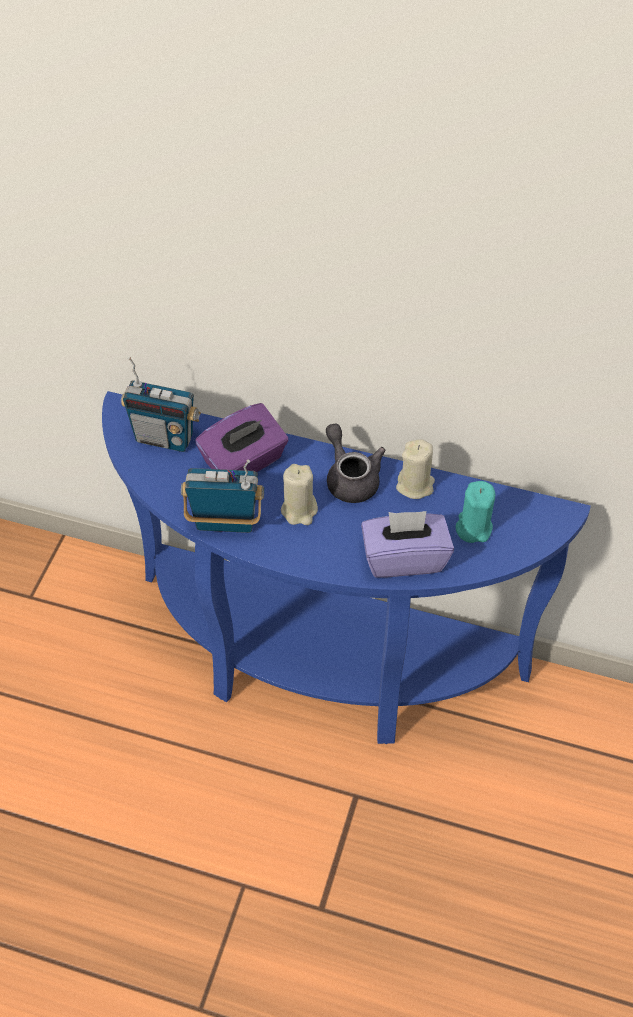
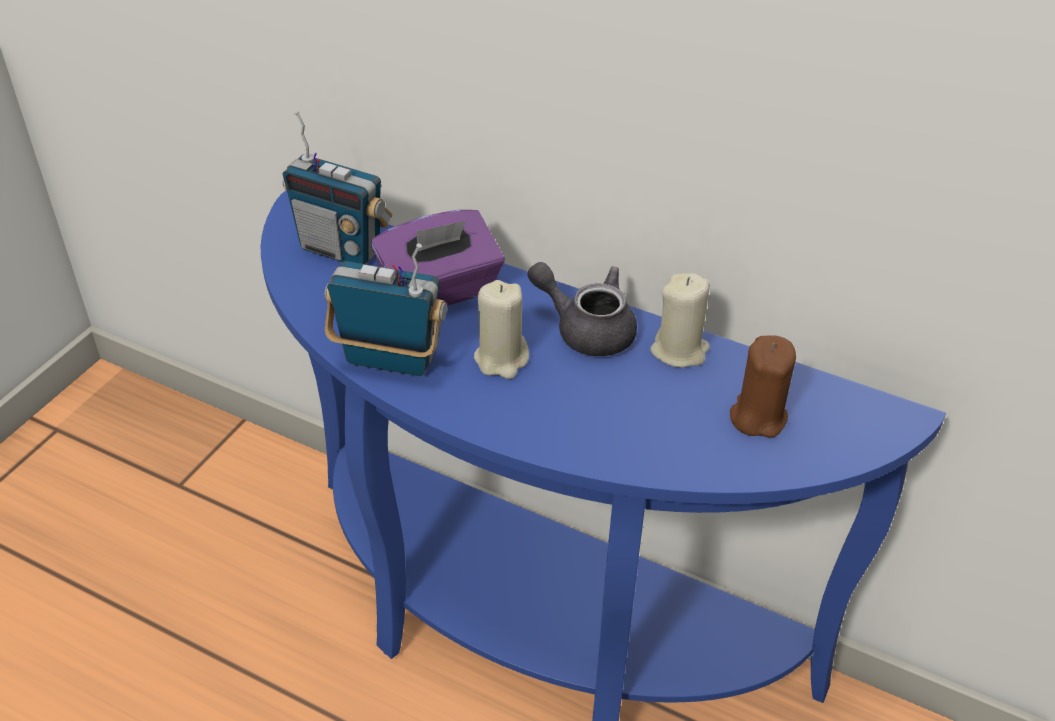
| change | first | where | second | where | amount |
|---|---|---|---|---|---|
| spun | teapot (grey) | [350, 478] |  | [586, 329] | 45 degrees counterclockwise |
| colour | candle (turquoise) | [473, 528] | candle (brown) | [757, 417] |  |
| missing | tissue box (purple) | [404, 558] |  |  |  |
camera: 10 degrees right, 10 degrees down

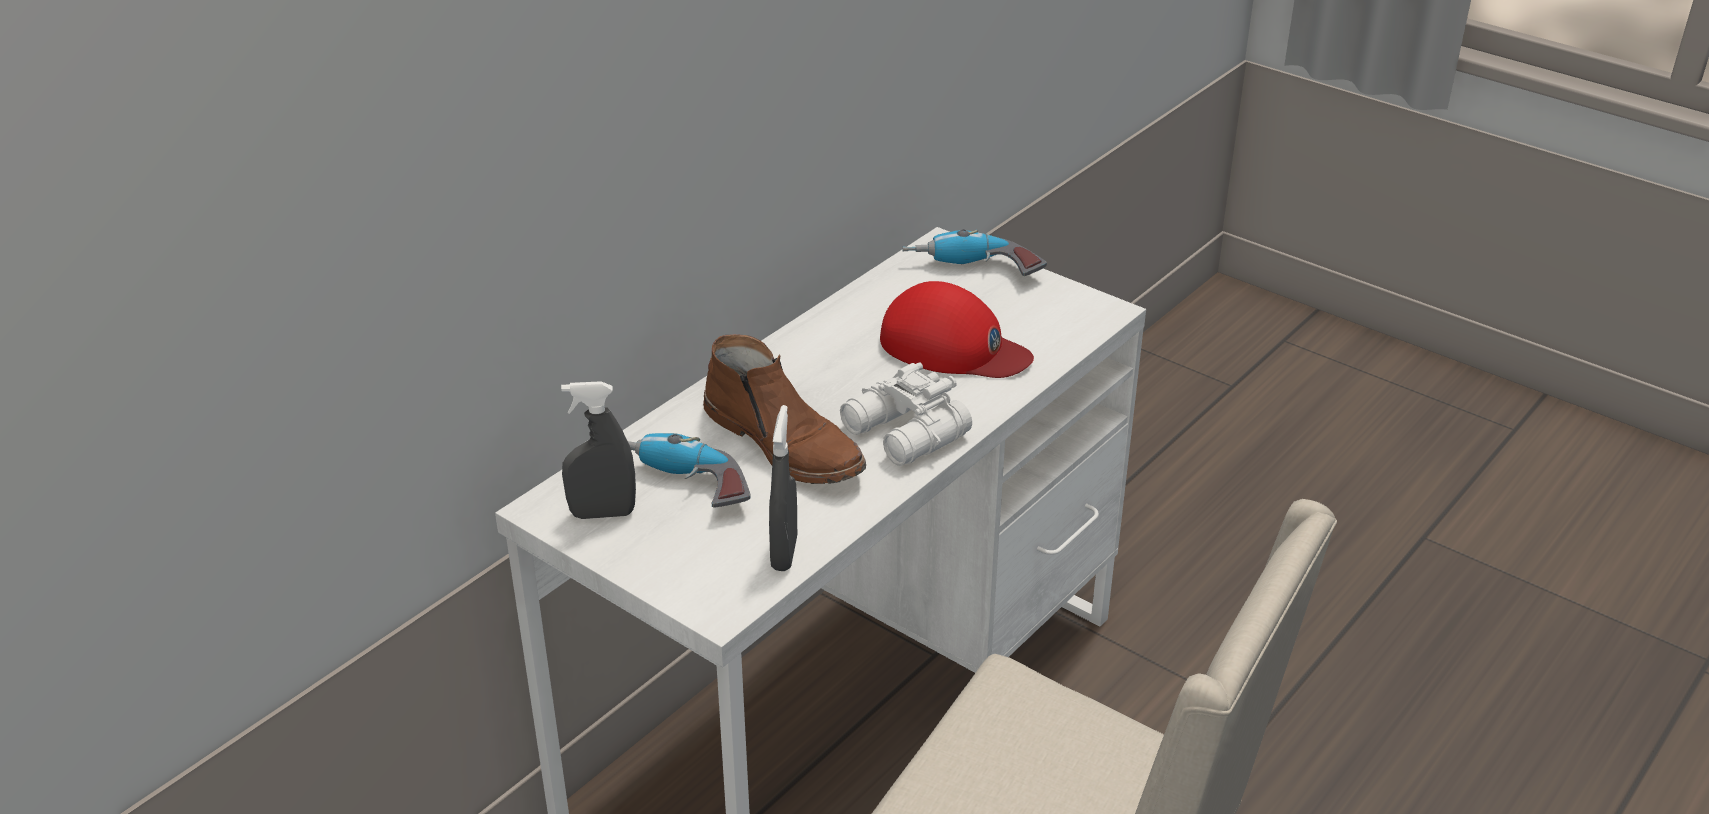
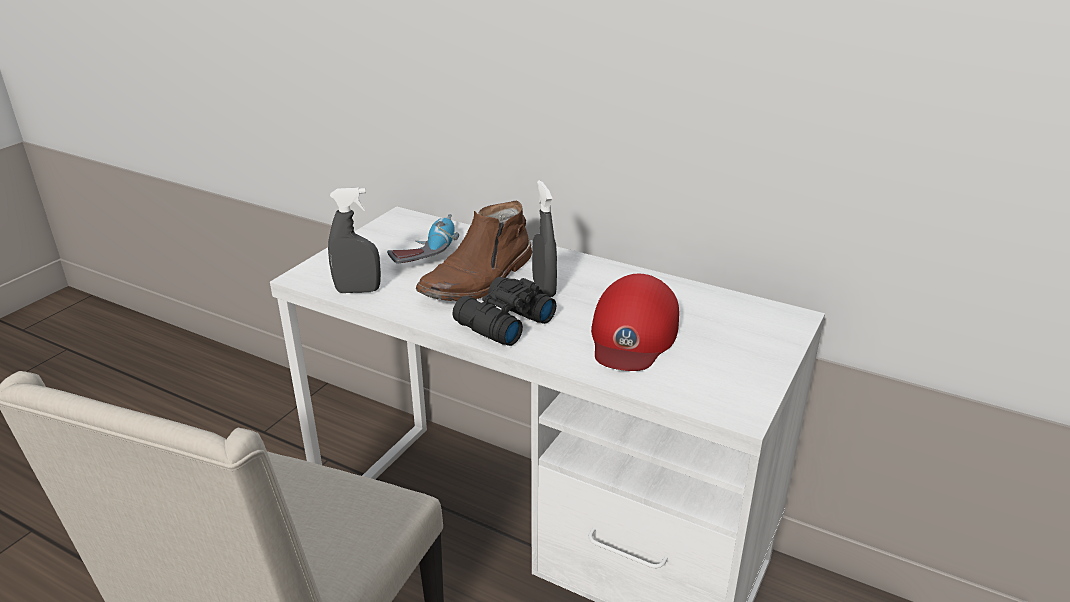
| change | first | where | second | where | amount |
|---|---|---|---|---|---|
| colour | binoculars (white) | [904, 435] | binoculars (black) | [502, 322] |  |
| relocated | spray bottle (grey) | [603, 513] |  | [544, 288] |  |
| missing | power drill | [973, 271] |  |  |  |
camera: 80 degrees right, 5 degrees down

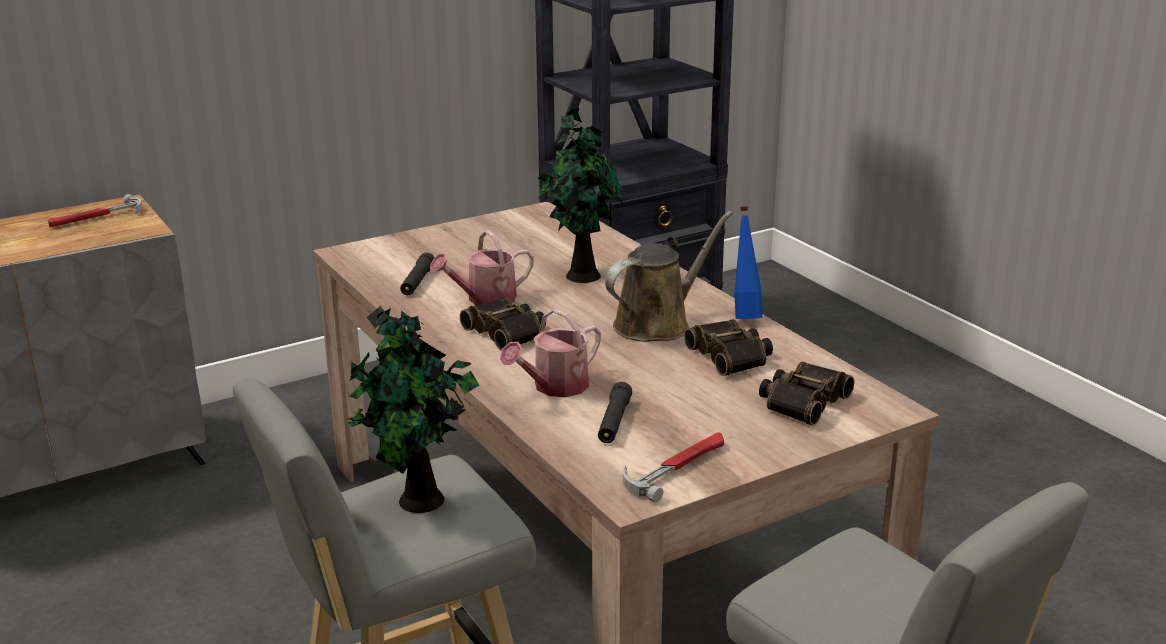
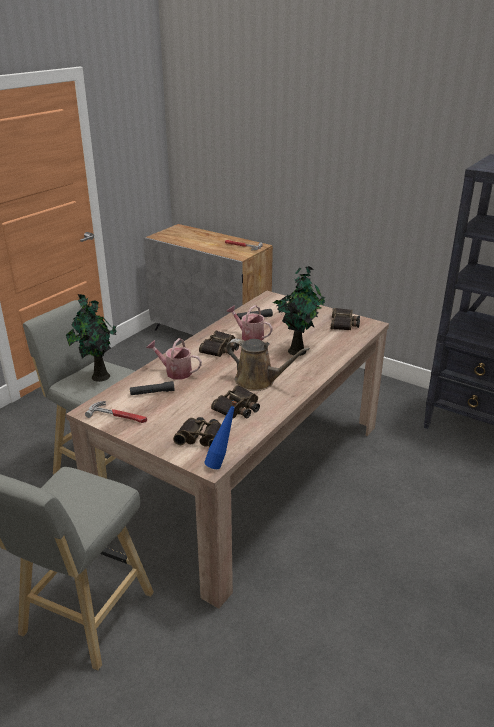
| change | first | where | second | where | amount |
|---|---|---|---|---|---|
| relocated | bottle (blue) | [745, 315] |  | [221, 463] |  |
| appeared |  |  | binoculars | [344, 324] |  |
camera: 65 degrees right, 5 degrees up

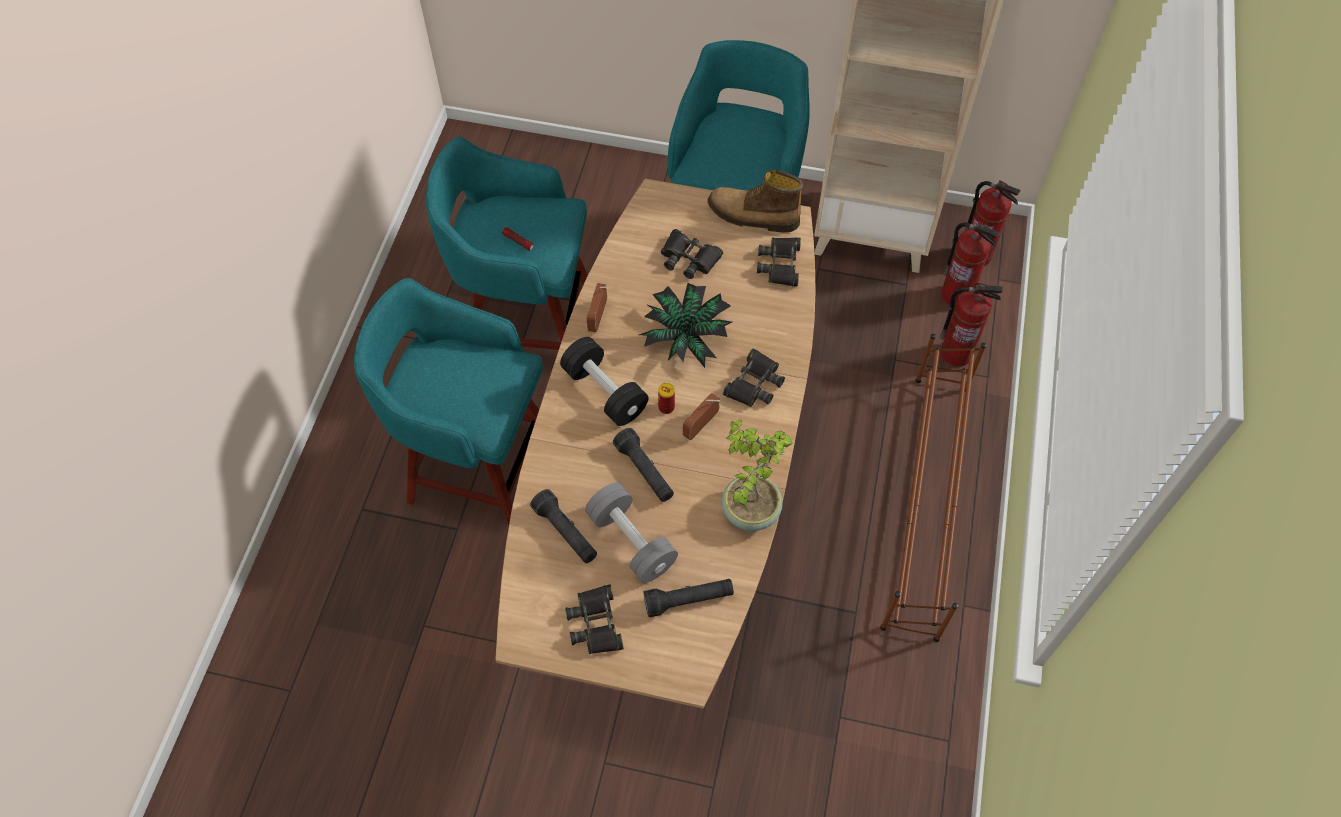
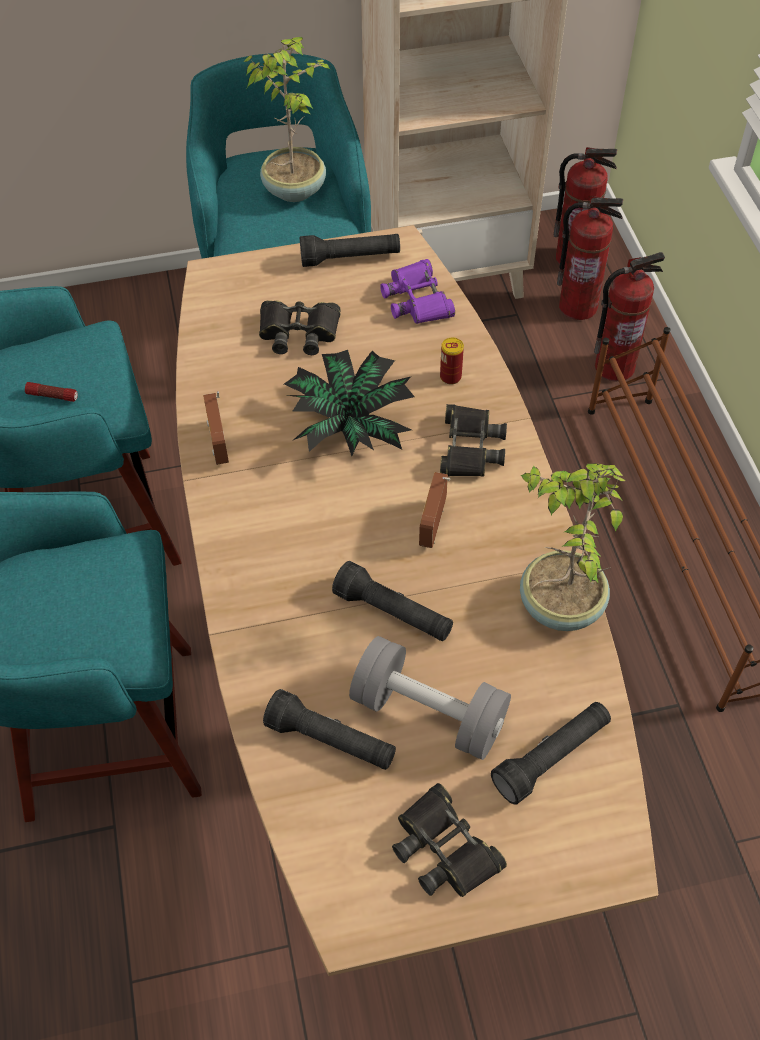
| change | first | where | second | where | amount |
|---|---|---|---|---|---|
| appeared |  |  | potted plant | [295, 189] |  |
| exchanged | boot | [752, 216] | flashlight (black) | [350, 258] |  |
| colour | binoculars (black) | [780, 264] | binoculars (purple) | [417, 300] |  |
| relocated | can | [666, 407] |  | [450, 377] |  |
| missing | dumbbell (black) | [604, 392] |  |  |  |
camera: 25 degrees left, 5 degrees down

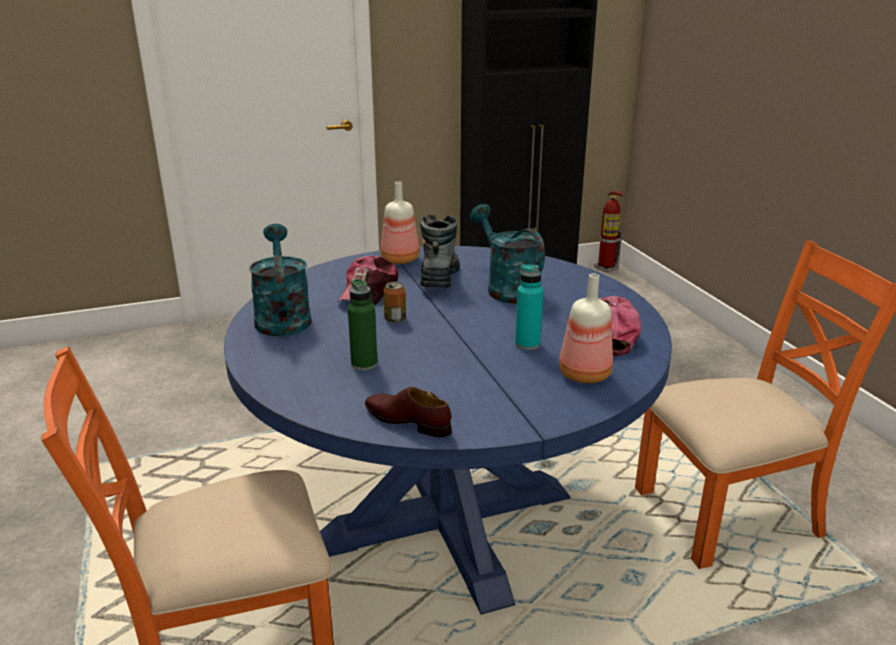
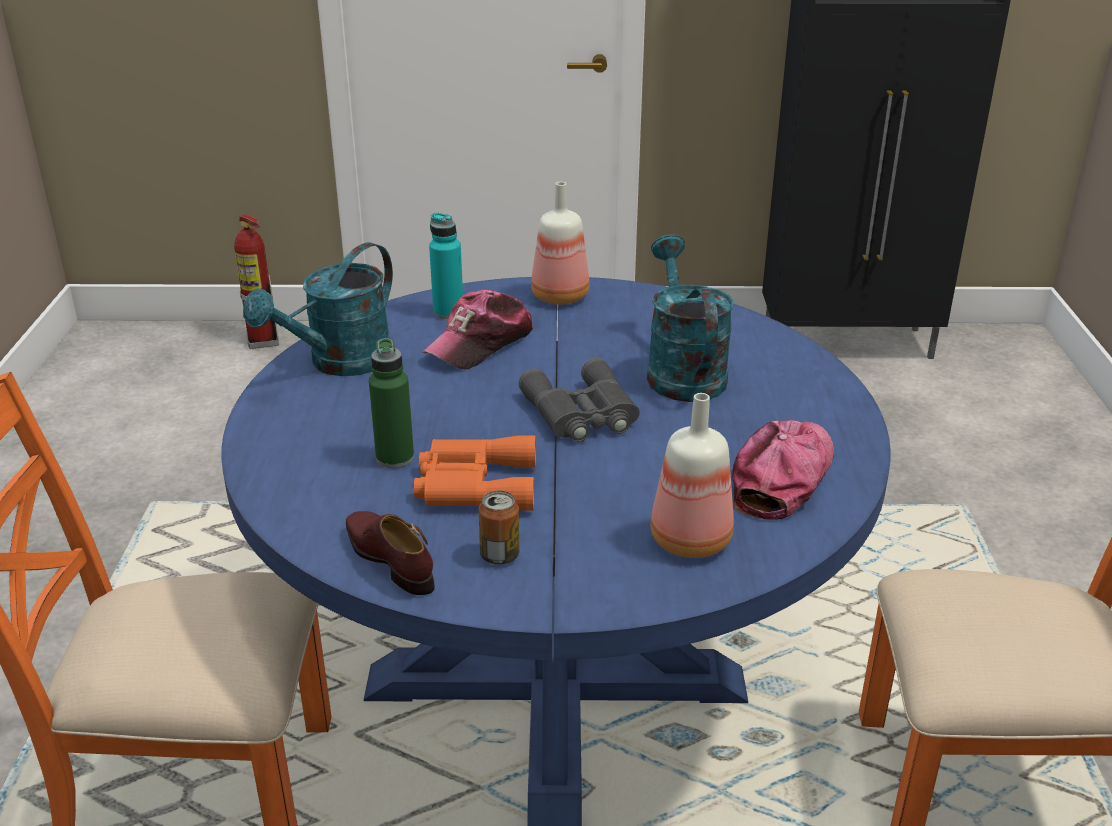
| change | first | where | second | where | amount |
|---|---|---|---|---|---|
| relocated | fire extinguisher | [606, 268] |  | [263, 341] |  |
| spun | watering can (turquoise) | [282, 317] |  | [340, 363] | 150 degrees counterclockwise |
| appeared |  |  | binoculars (orange) | [473, 484] |  |
| relocated | bottle (turquoise) | [527, 344] |  | [448, 312] |  |
| relocated | can | [395, 319] |  | [500, 555] |  |
| appeared |  |  | binoculars (grey) | [581, 414] |  |
| missing | boot | [439, 277] |  |  |  |
camera: 20 degrees right, 5 degrees up

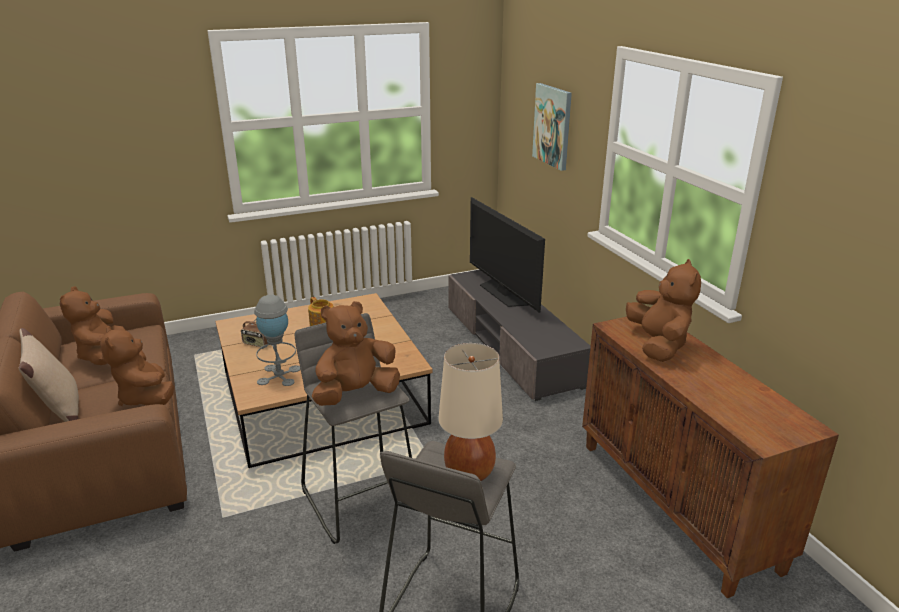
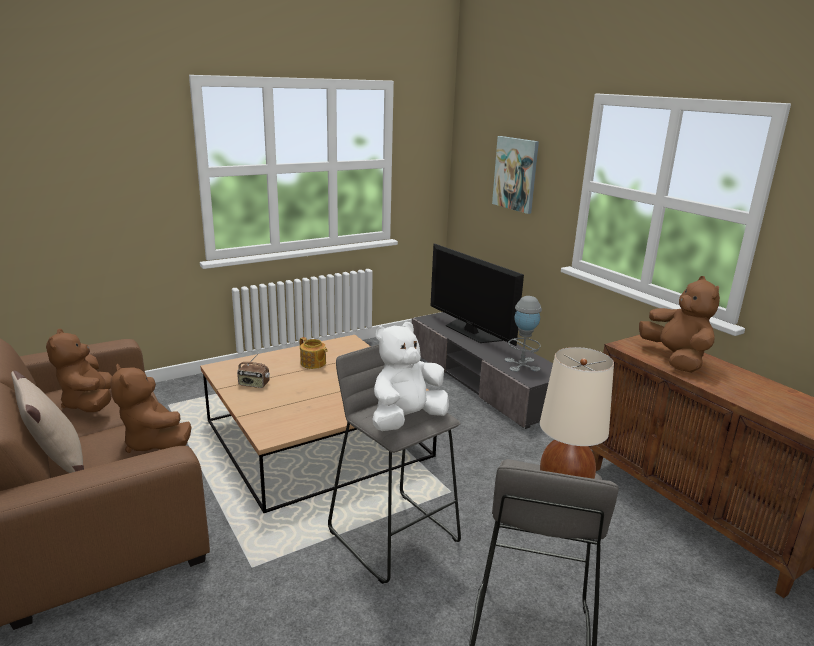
| change | first | where | second | where | amount |
|---|---|---|---|---|---|
| colour | plush toy (brown) | [355, 394] | plush toy (white) | [406, 420] |  |
| relocated | table lamp (grey) | [279, 375] |  | [522, 364] |  |
camera: 10 degrees left, 5 degrees down

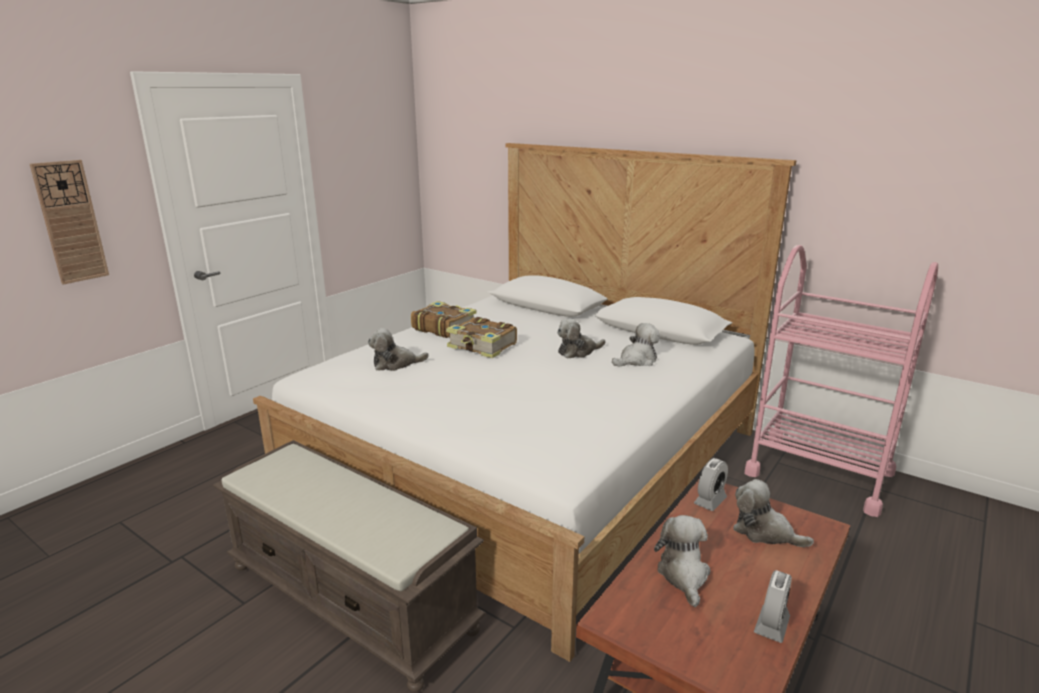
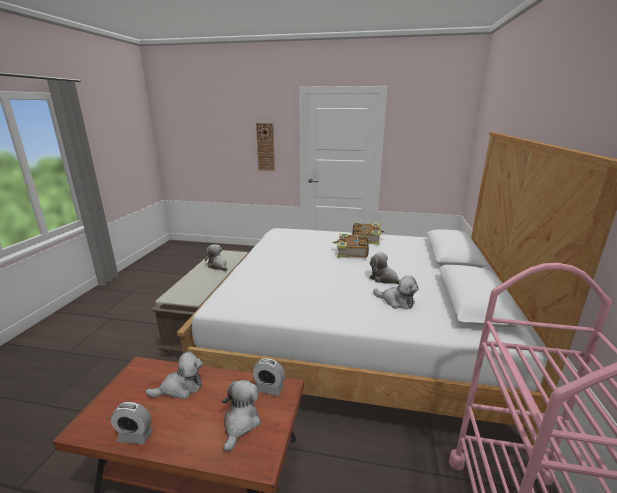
| change | first | where | second | where | amount |
|---|---|---|---|---|---|
| relocated | plush toy | [395, 364] |  | [218, 266] |  |
camera: 65 degrees right, 0 degrees up

